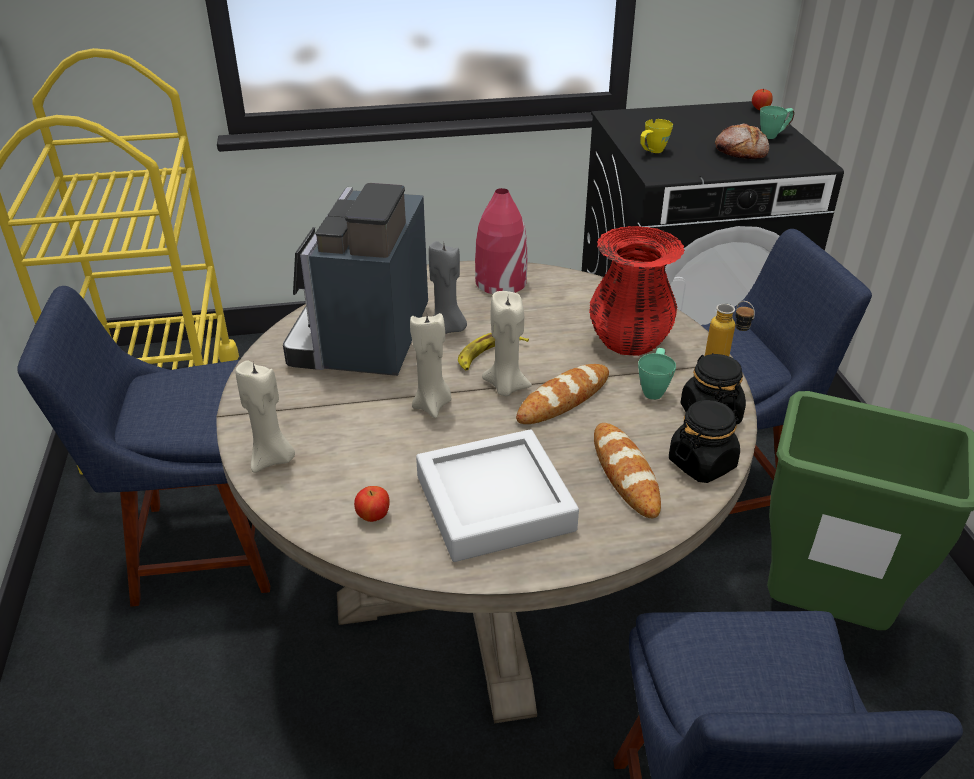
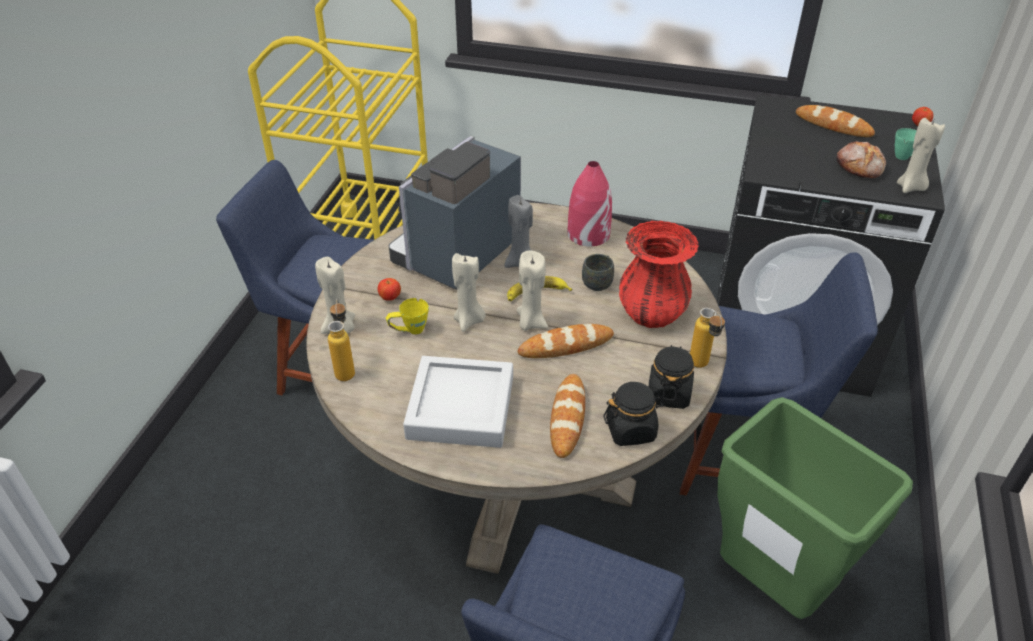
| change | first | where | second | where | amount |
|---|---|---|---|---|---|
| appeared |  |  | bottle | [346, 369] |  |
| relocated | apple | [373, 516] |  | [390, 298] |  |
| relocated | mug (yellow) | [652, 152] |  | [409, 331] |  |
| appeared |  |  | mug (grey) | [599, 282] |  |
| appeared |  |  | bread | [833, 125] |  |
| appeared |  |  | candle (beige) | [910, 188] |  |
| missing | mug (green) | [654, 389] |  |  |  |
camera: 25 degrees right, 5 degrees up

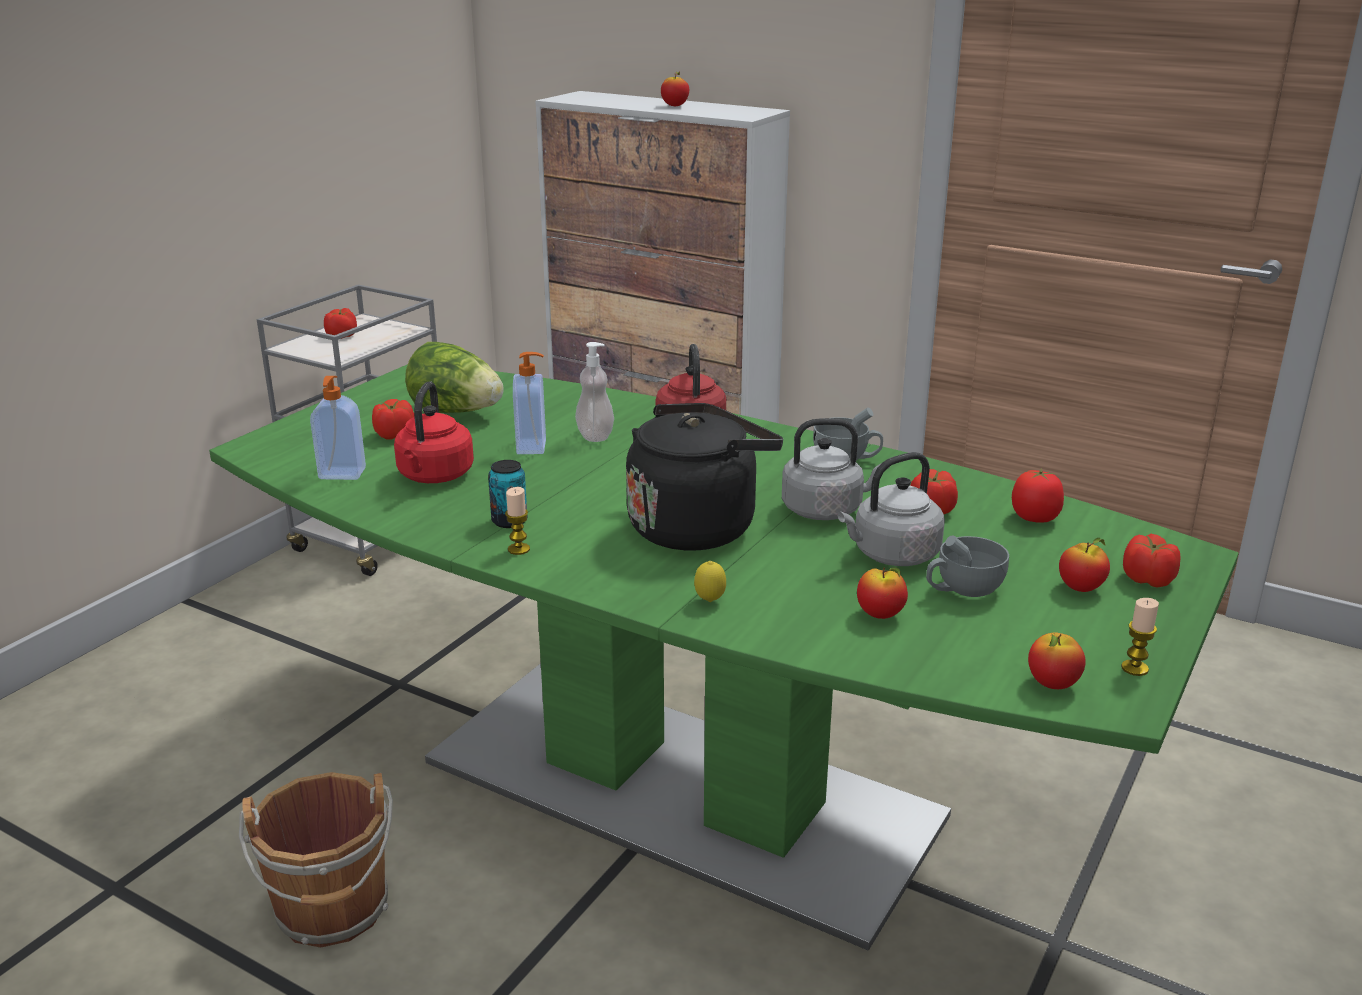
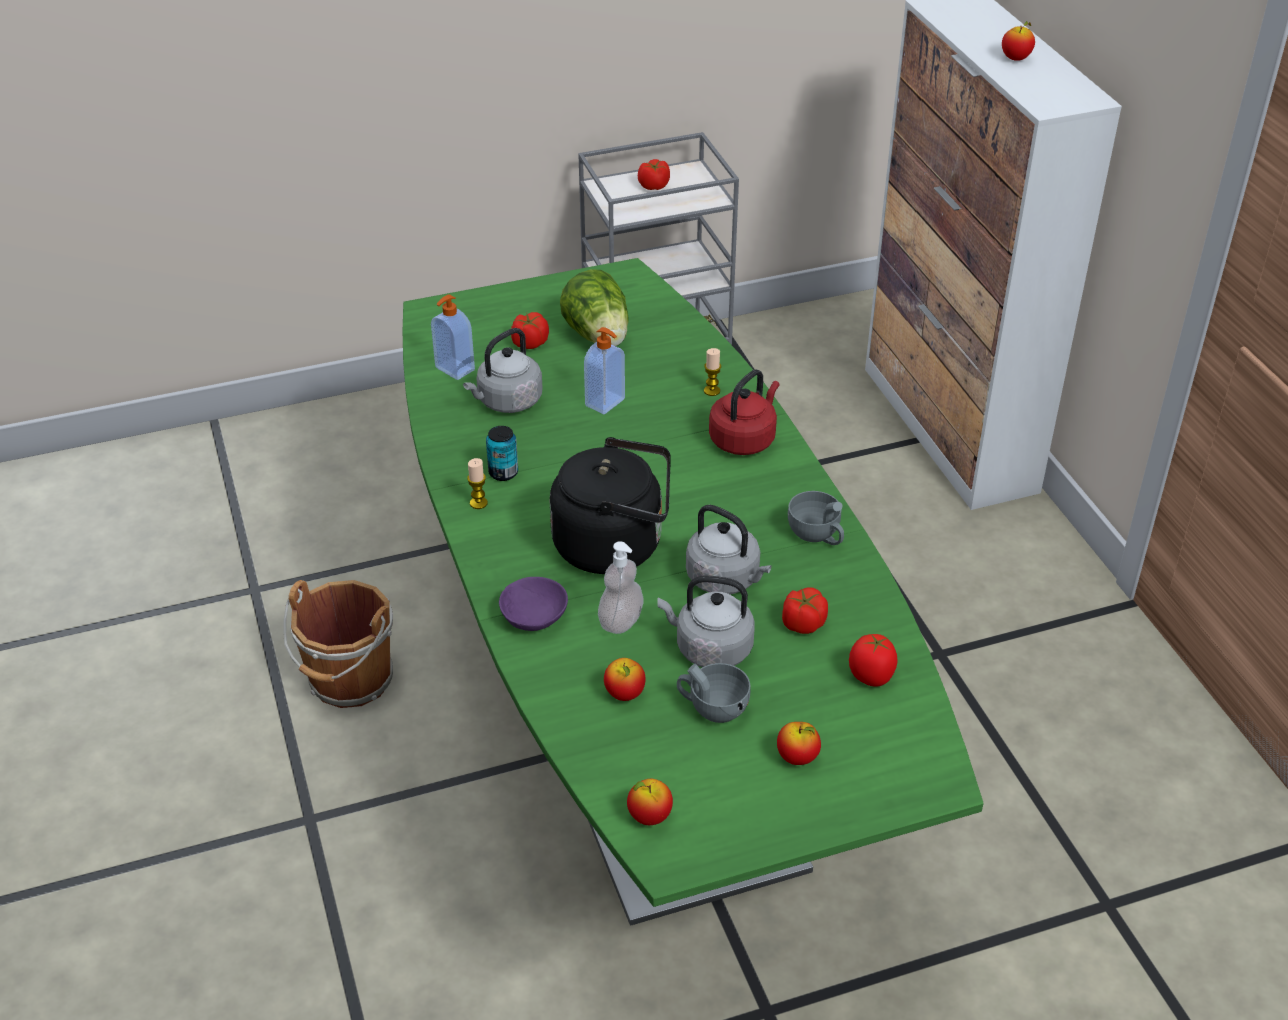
| change | first | where | second | where | amount |
|---|---|---|---|---|---|
| colour | kettle (red) | [434, 476] | kettle (grey) | [507, 402] |  |
| exchanged | lemon | [710, 601] | bowl (purple) | [535, 617] |  |
| relocated | soap dispenser | [595, 436] |  | [620, 621] |  |
| relocated | candle | [1134, 668] |  | [712, 391] |  |
| missing | tomato | [1148, 580] |  |  |  |
camera: 40 degrees right, 15 degrees up

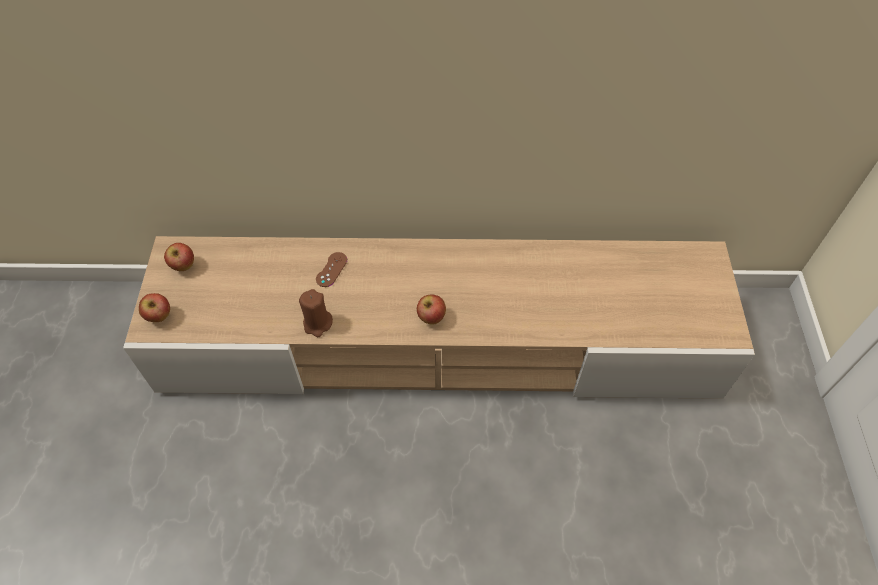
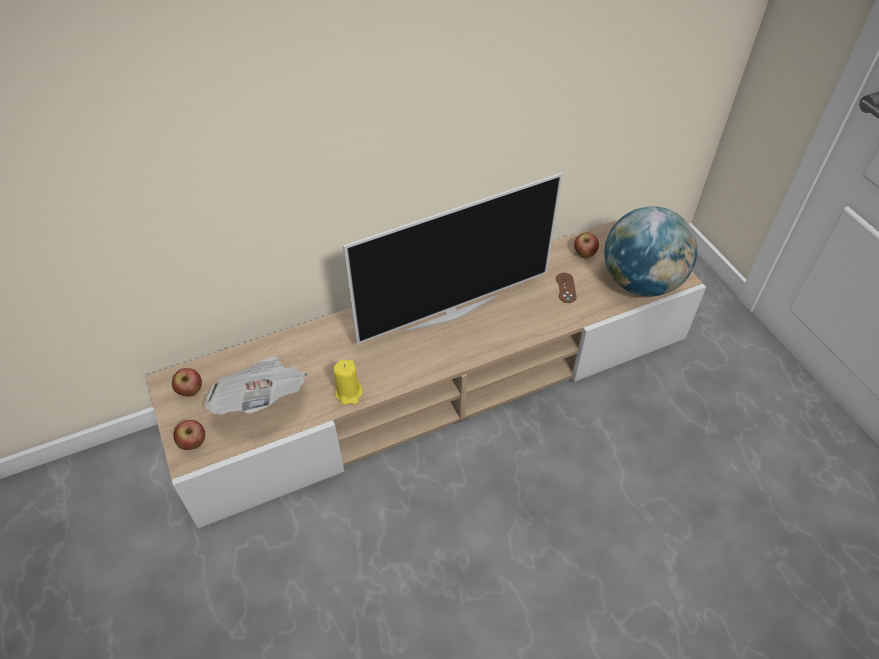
| change | first | where | second | where | amount |
|---|---|---|---|---|---|
| appeared |  |  | newspaper | [262, 399] |  |
| colour | candle (brown) | [317, 324] | candle (yellow) | [349, 393] |  |
| appeared |  |  | television | [450, 312] |  |
| relocated | game controller (brown) | [331, 269] |  | [566, 288] |  |
| relocated | apple | [431, 318] |  | [584, 254] |  |
| appeared |  |  | globe | [641, 282] |  |
camera: 25 degrees left, 5 degrees down

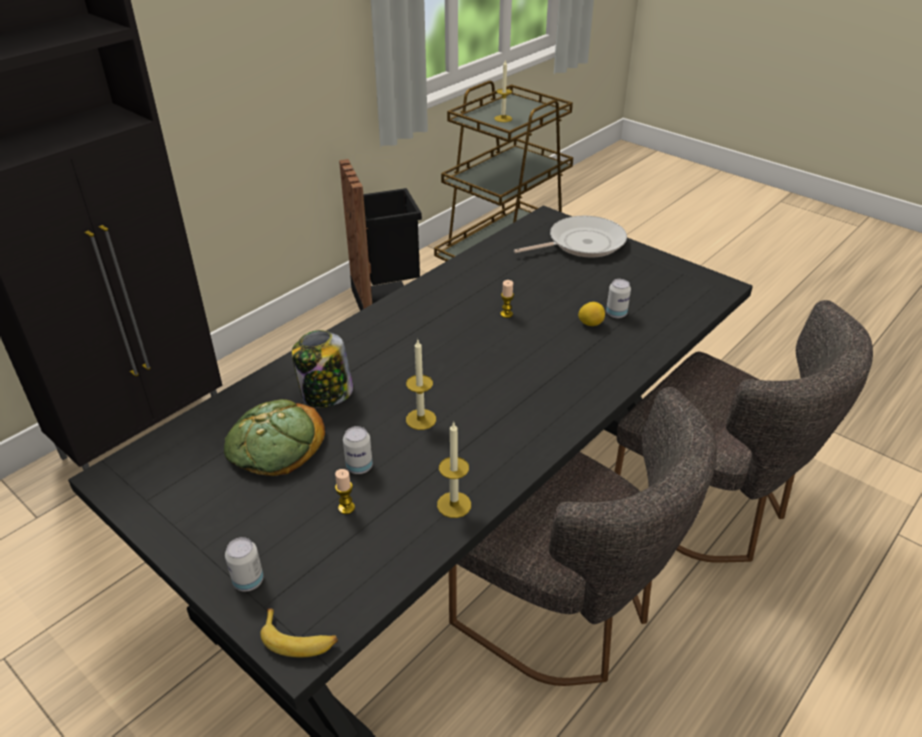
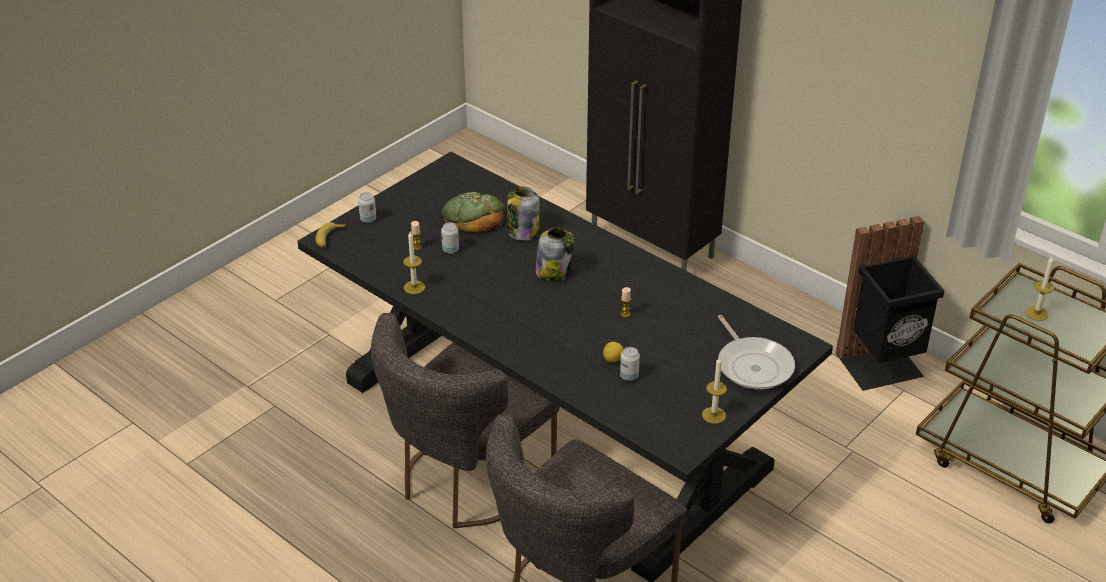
| change | first | where | second | where | amount |
|---|---|---|---|---|---|
| appeared |  |  | jar | [554, 272] |  |
| relocated | candle | [421, 419] |  | [713, 415] |  |
camera: 90 degrees right, 0 degrees up

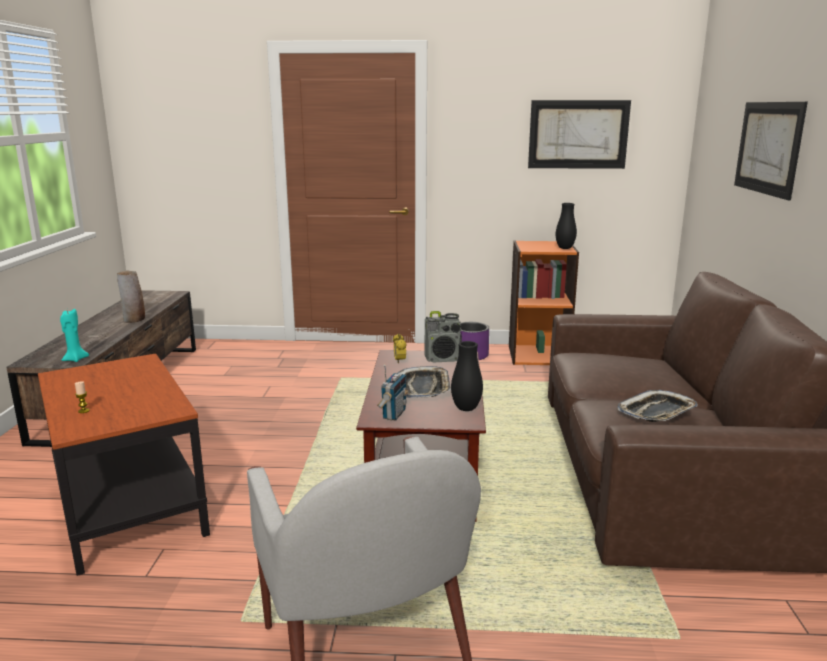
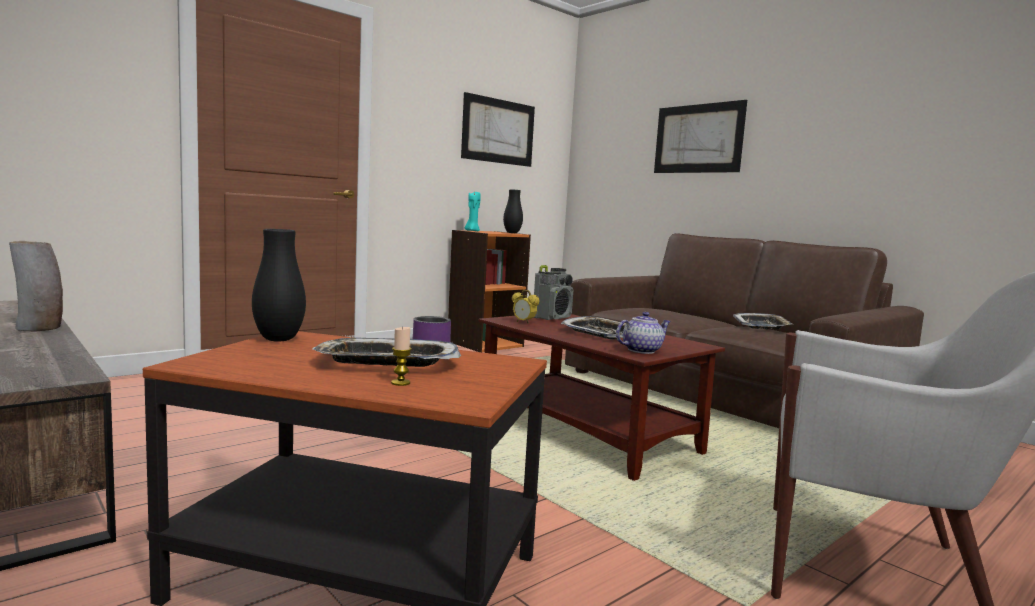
| change | first | where | second | where | amount |
|---|---|---|---|---|---|
| relocated | vase (black) | [466, 408] |  | [279, 339] |  |
| appeared |  |  | tray | [387, 362] |  |
| relocated | candle (turquoise) | [75, 359] |  | [472, 231] |  |
| exchanged | radio | [393, 414] | teapot | [641, 350] |  |
camera: 45 degrees left, 10 degrees down

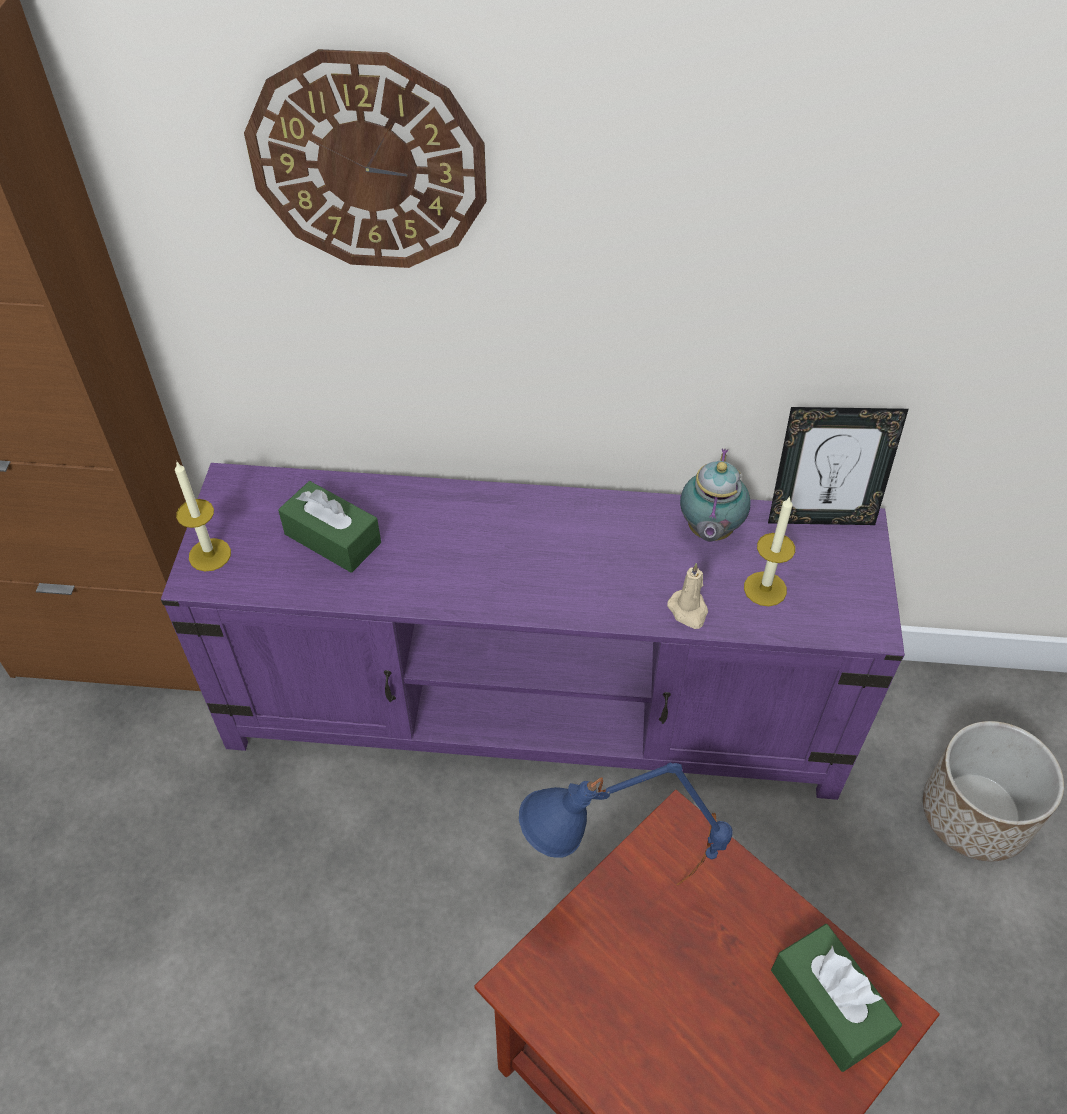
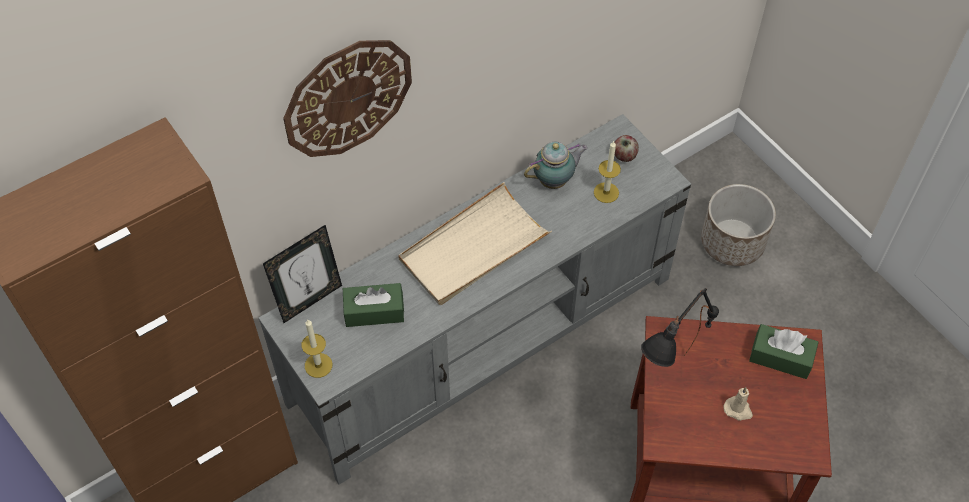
| change | first | where | second | where | amount |
|---|---|---|---|---|---|
| colour | tv stand (purple) | [536, 707] | tv stand (grey) | [484, 339] |  |
| relocated | picture frame | [820, 517] |  | [309, 300] |  |
| appeared |  |  | tray (beige) | [473, 248] |  |
| spun | teapot | [708, 532] |  | [555, 181] | 90 degrees counterclockwise |
| appeared |  |  | apple | [624, 156] |  |
| colour | table lamp (blue) | [616, 910] | table lamp (black) | [670, 385] |  |
| relocated | candle (beige) | [688, 611] |  | [738, 410] |  |
camera: 40 degrees left, 5 degrees up

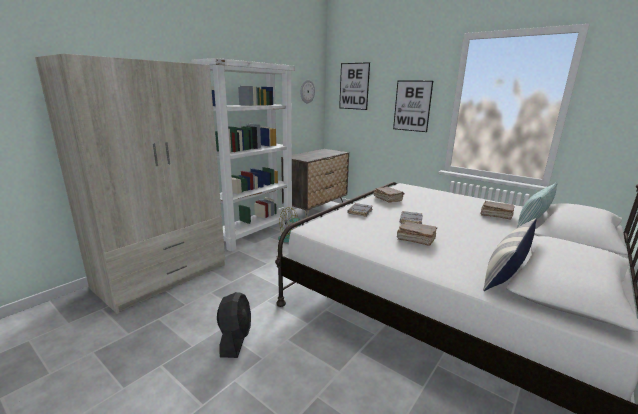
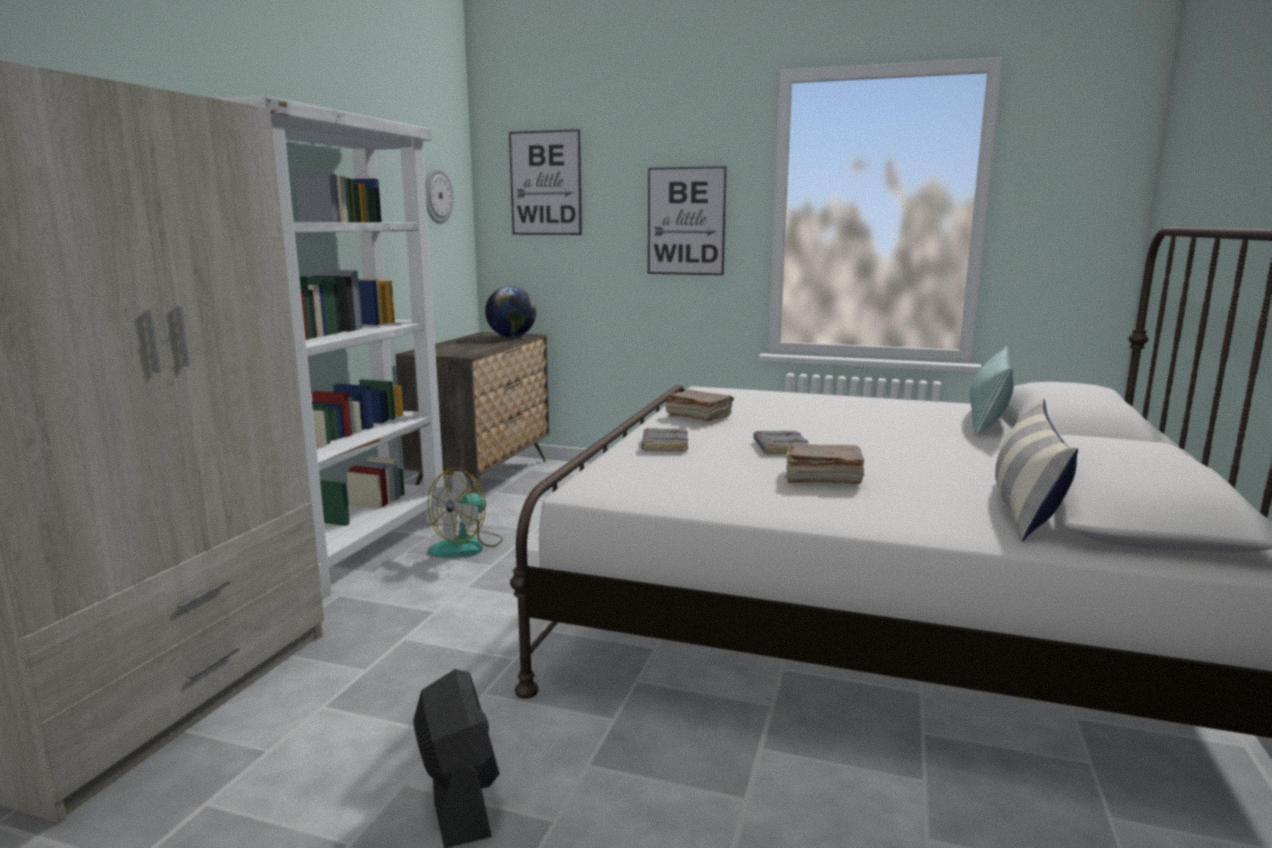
| change | first | where | second | where | amount |
|---|---|---|---|---|---|
| appeared |  |  | globe | [511, 337] |  |
| missing | book (brown) | [495, 215] |  |  |  |
camera: 20 degrees left, 5 degrees down

